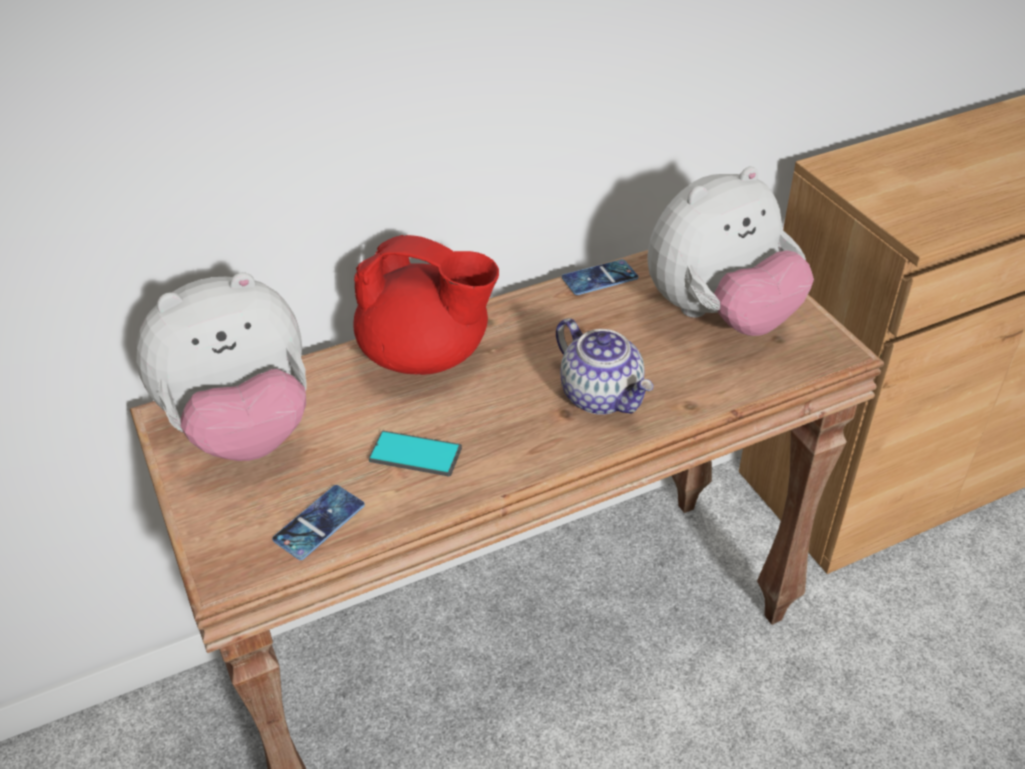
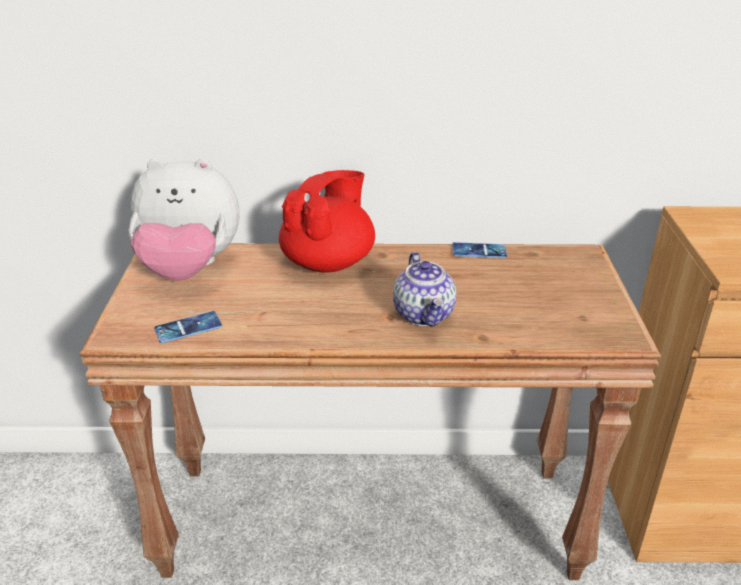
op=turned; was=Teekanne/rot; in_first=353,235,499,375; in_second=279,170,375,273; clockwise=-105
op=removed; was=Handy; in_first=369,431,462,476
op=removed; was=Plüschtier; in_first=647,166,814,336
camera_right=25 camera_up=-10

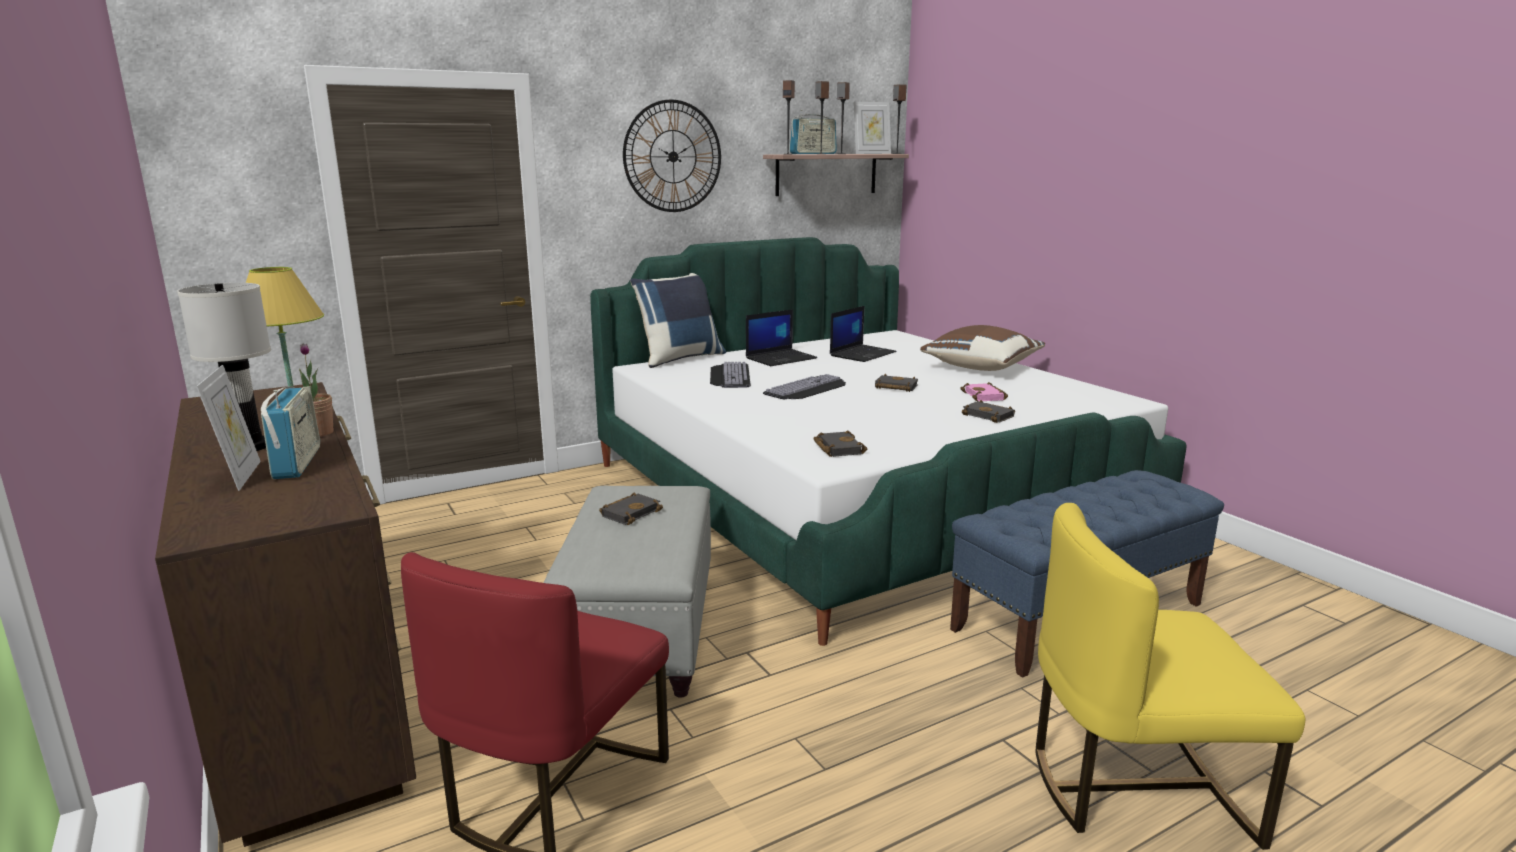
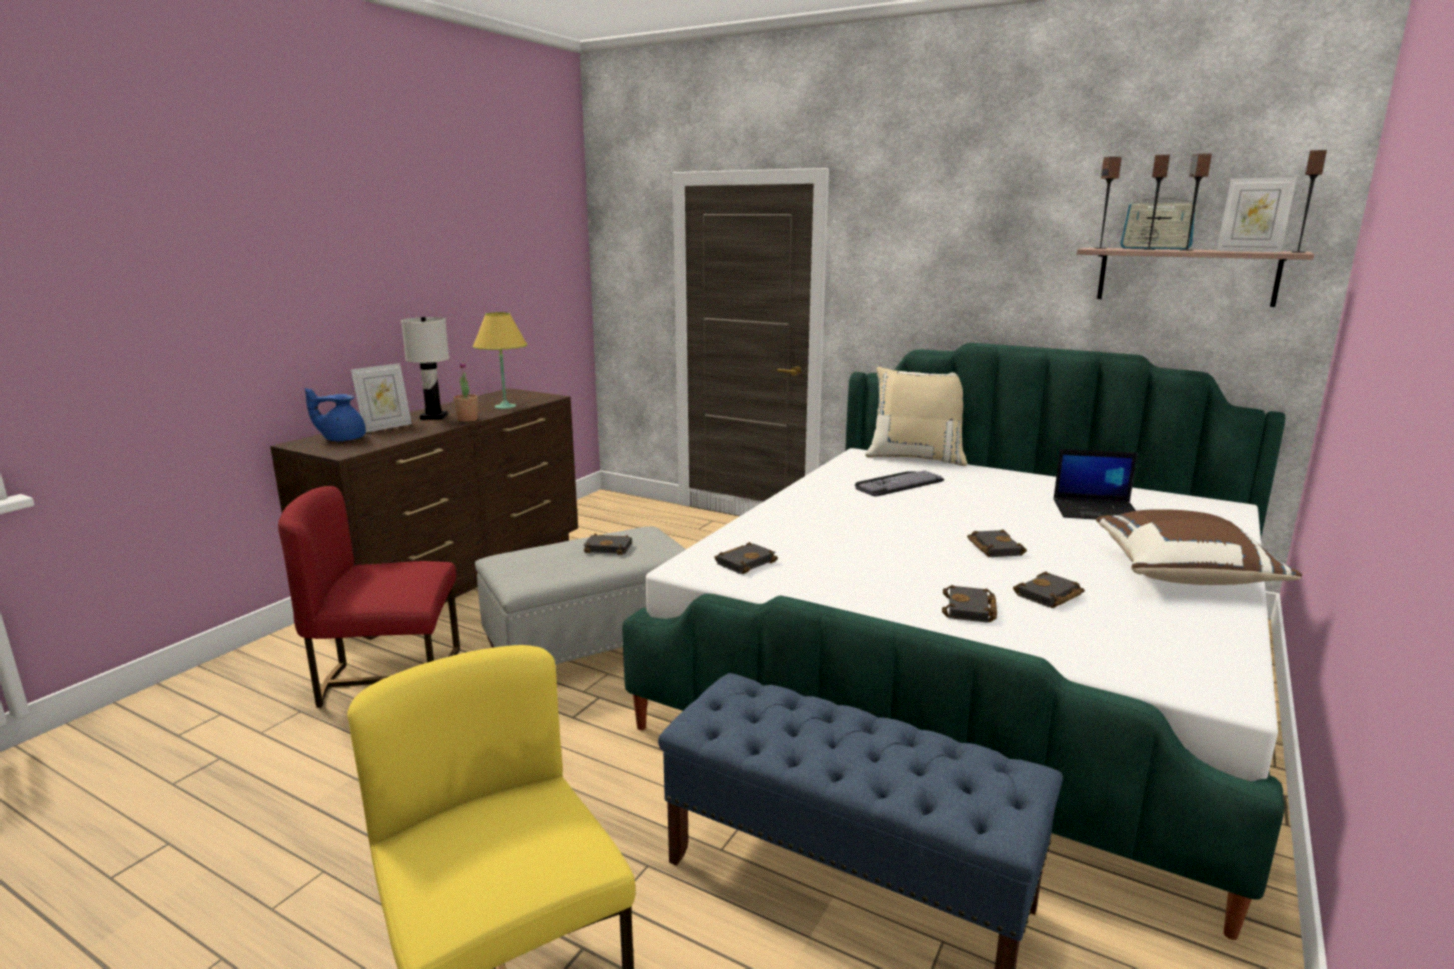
op=added; now=Teekanne/blau; in_second=305,388,366,442
op=recoloured; was=Kissen/blau; now=Kissen/beige; in_first=630,273,726,368; in_second=865,367,967,466
op=recoloured; was=Buch/rosa; now=Buch/schwarz; in_first=960,382,1008,402; in_second=1013,571,1085,608
op=removed; was=Radio; in_first=261,386,320,479
op=removed; was=Wanduhr; in_first=623,100,721,212
op=removed; was=Laptop; in_first=746,309,817,366
op=removed; was=Tastatur; in_first=763,374,846,399
camera_right=60 camera_up=0

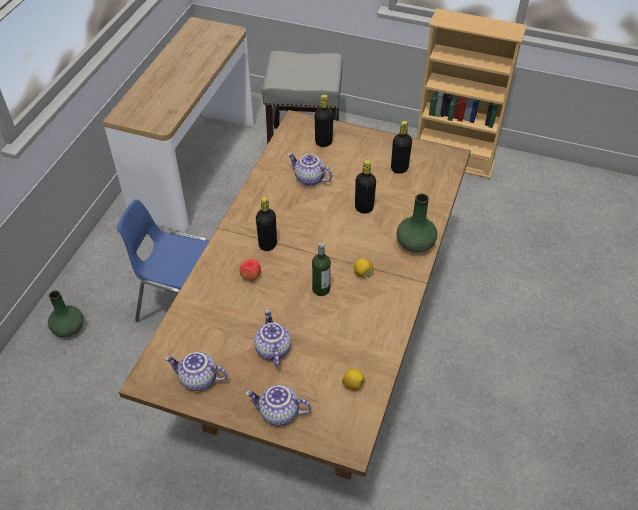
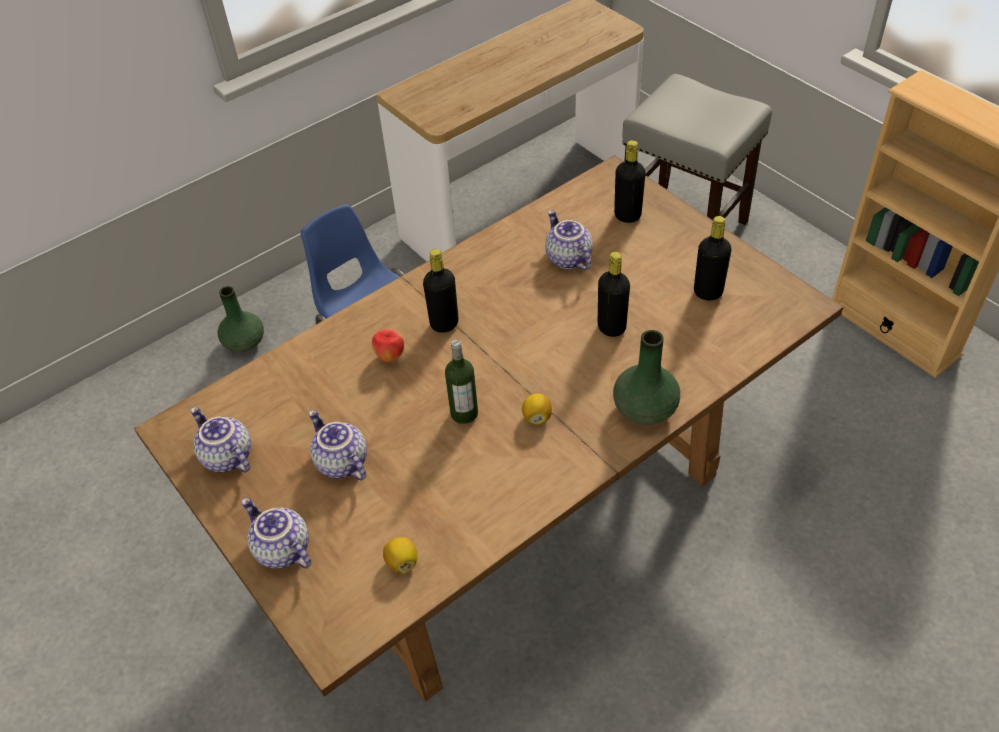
op=turned; was=Teekanne; in_first=254,309,291,367; in_second=308,410,367,481; clockwise=-60
camera_right=35 camera_up=0

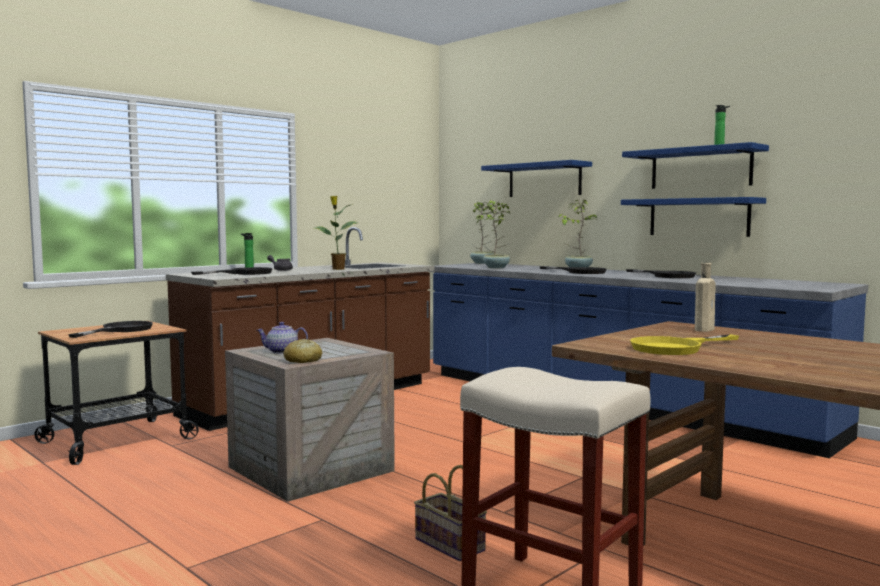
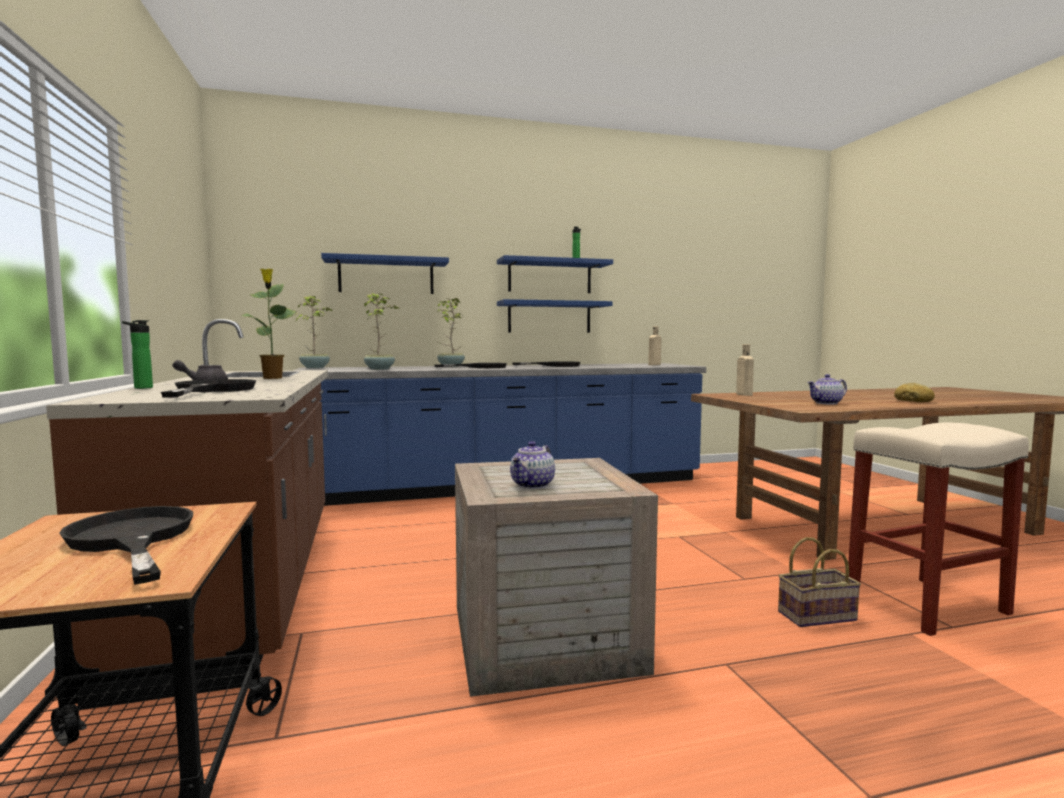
op=added; now=Flasche/beige; in_second=648,326,661,365
op=replaced; was=Pfanne/gelb; now=Teekanne; in_first=630,334,739,355; in_second=807,374,847,404
op=moved; was=Brot; in_first=284,339,322,363; in_second=894,383,935,402
camera_right=-60 camera_up=0

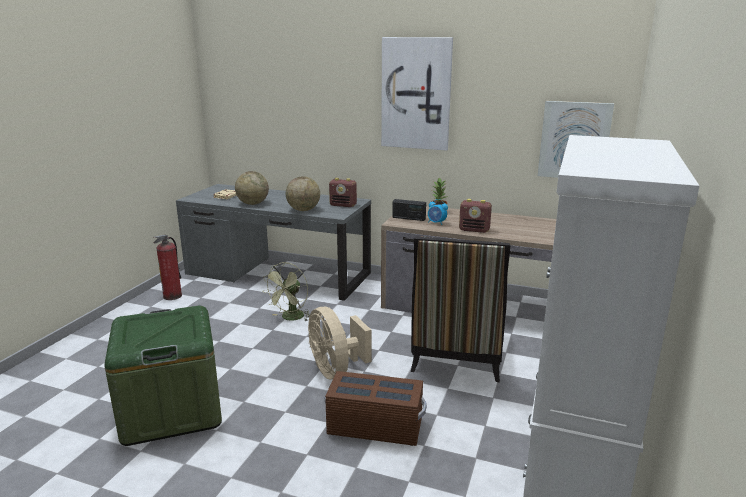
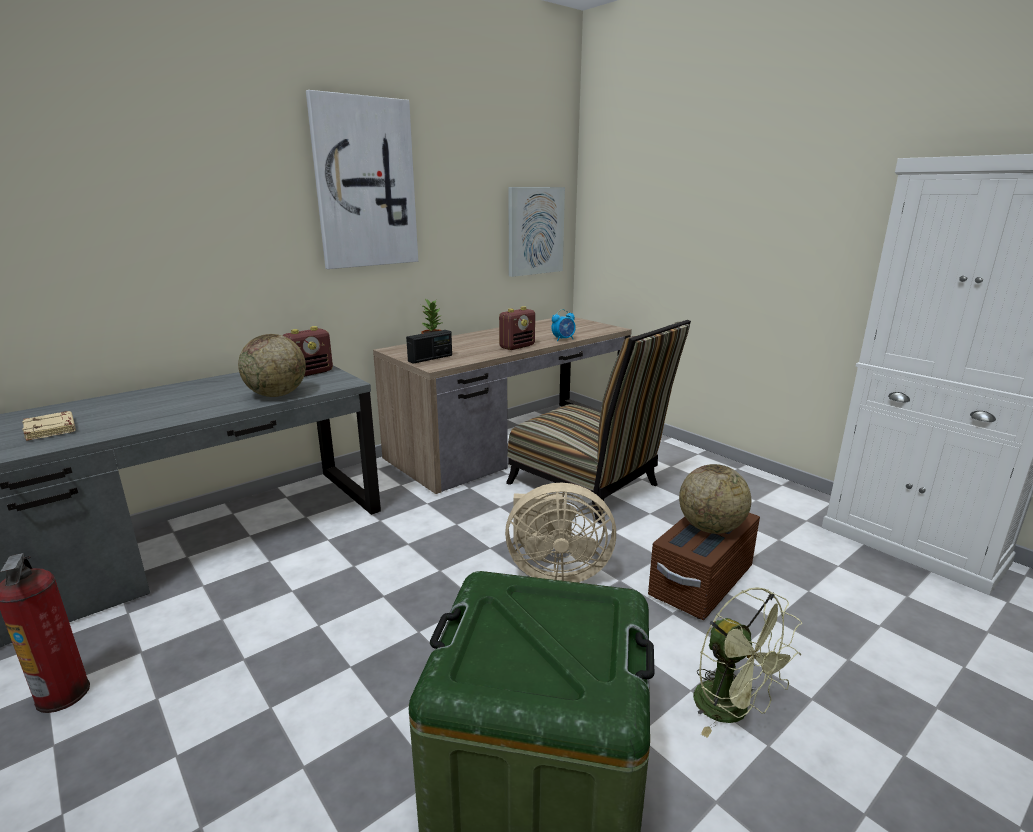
op=moved; was=Wecker; in_first=428,199,448,225; in_second=552,309,576,341
op=moved; was=Globus; in_first=235,171,269,205; in_second=679,464,751,534
op=moved; was=Ventilator/grün; in_first=263,262,310,321; in_second=693,587,802,738
camera_right=-60 camera_up=0

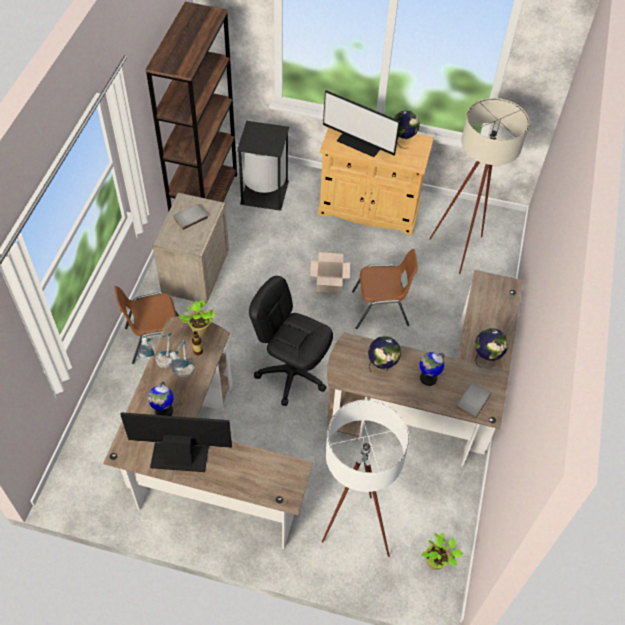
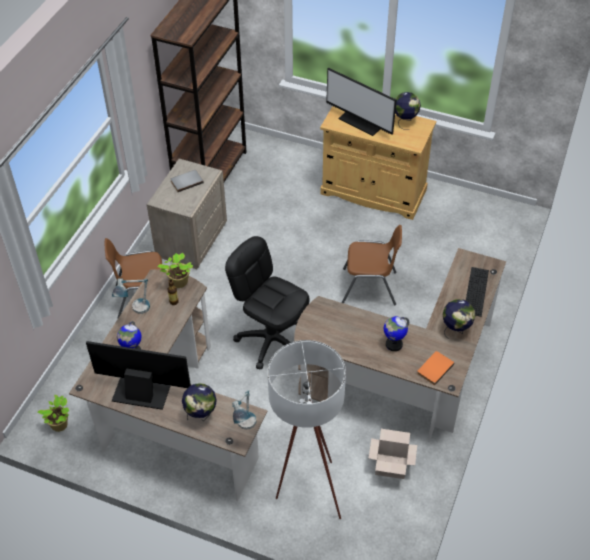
op=moved; was=Topfpflanze; in_first=421,533,463,570; in_second=38,395,69,432
op=moved; was=Globus; in_first=368,336,401,372; in_second=182,384,217,421
op=moved; was=Tischlampe; in_first=169,340,194,377; in_second=232,390,256,430
op=moved; was=Karton; in_first=310,252,350,293; in_second=369,429,417,479
op=recoloured; was=Buch/grau; now=Buch/orange; in_first=456,382,491,419; in_second=417,351,454,386
op=added; now=Tastatur; in_second=466,267,489,317
op=removed; was=Mülleimer/schwarz; in_first=237,121,289,211
op=removed; was=Stehlampe/beige; in_first=429,98,529,274
camera_right=10 camera_up=-5

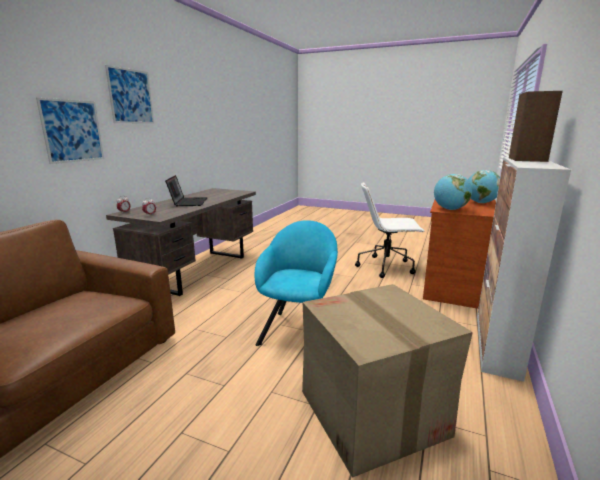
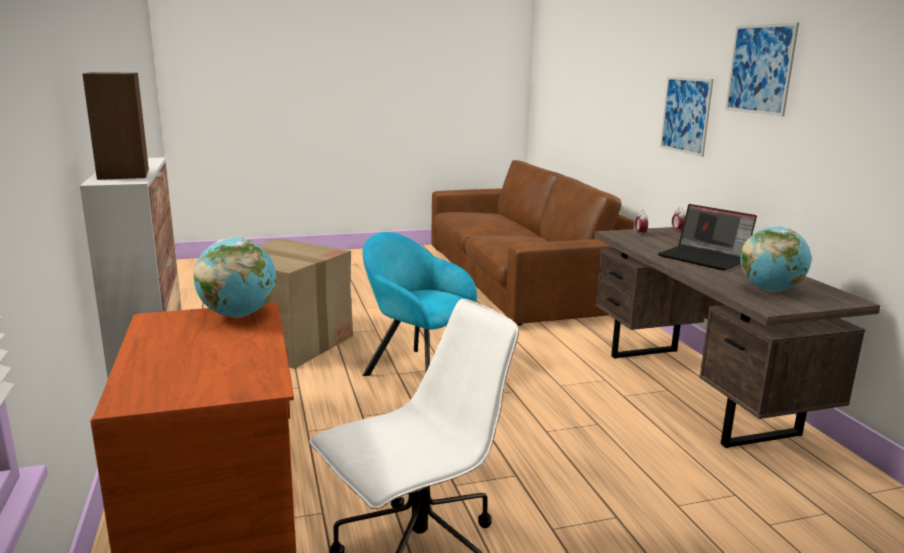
op=turned; was=Sessel/türkis; in_first=255,220,338,346; in_second=363,232,477,376; clockwise=150
op=moved; was=Globus; in_first=468,170,500,203; in_second=740,226,811,292
camera_right=140 camera_up=0

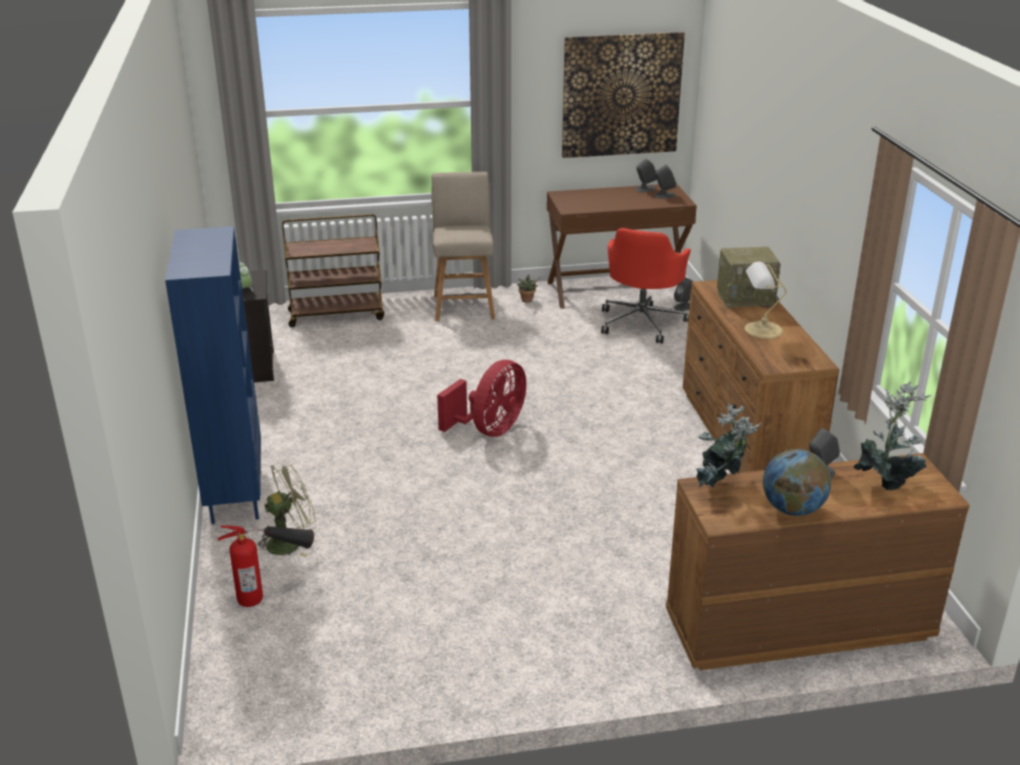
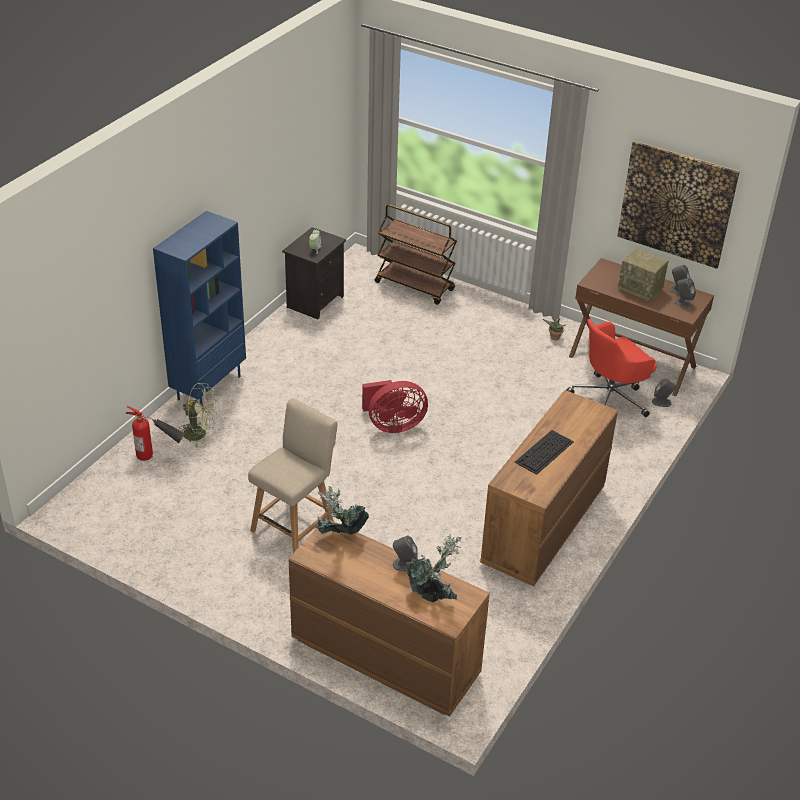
op=moved; was=Stuhl/beige; in_first=432,172,495,321; in_second=248,398,337,553
op=replaced; was=Tischlampe; now=Tastatur; in_first=745,261,786,339; in_second=514,430,574,475
op=moved; was=Radio; in_first=717,247,781,309; in_second=618,249,668,302
op=removed; was=Globus; in_first=763,449,831,516
camera_right=40 camera_up=10

